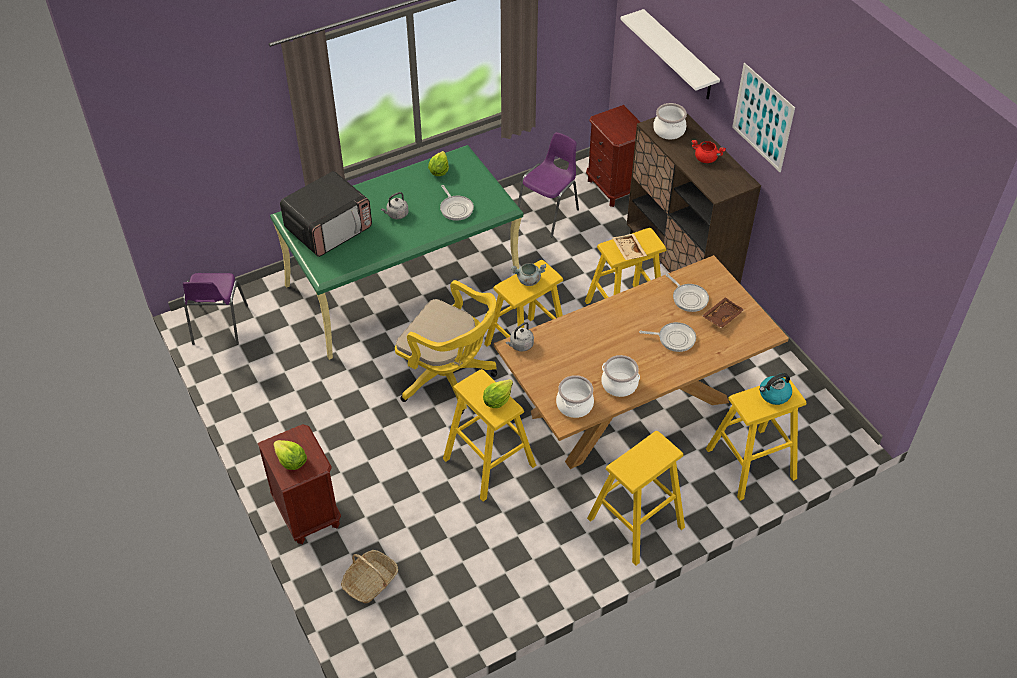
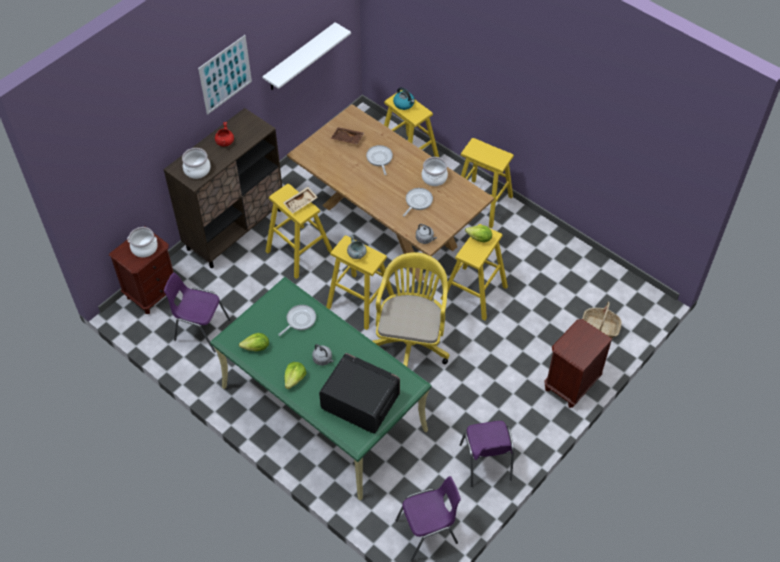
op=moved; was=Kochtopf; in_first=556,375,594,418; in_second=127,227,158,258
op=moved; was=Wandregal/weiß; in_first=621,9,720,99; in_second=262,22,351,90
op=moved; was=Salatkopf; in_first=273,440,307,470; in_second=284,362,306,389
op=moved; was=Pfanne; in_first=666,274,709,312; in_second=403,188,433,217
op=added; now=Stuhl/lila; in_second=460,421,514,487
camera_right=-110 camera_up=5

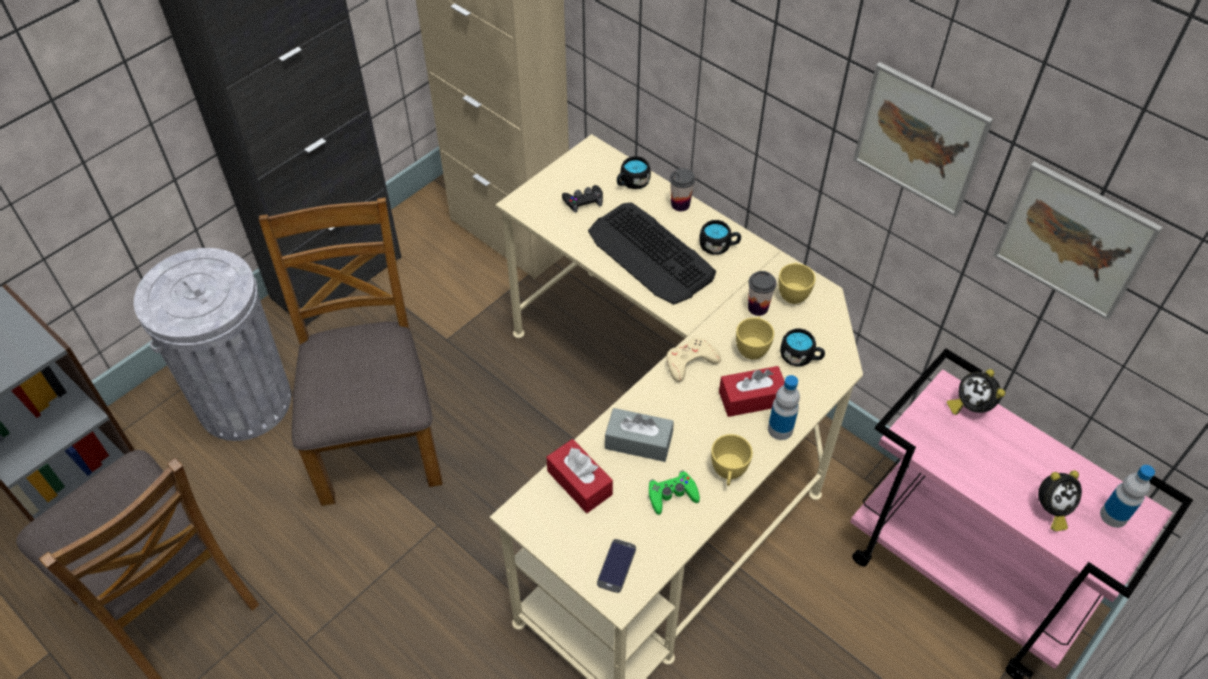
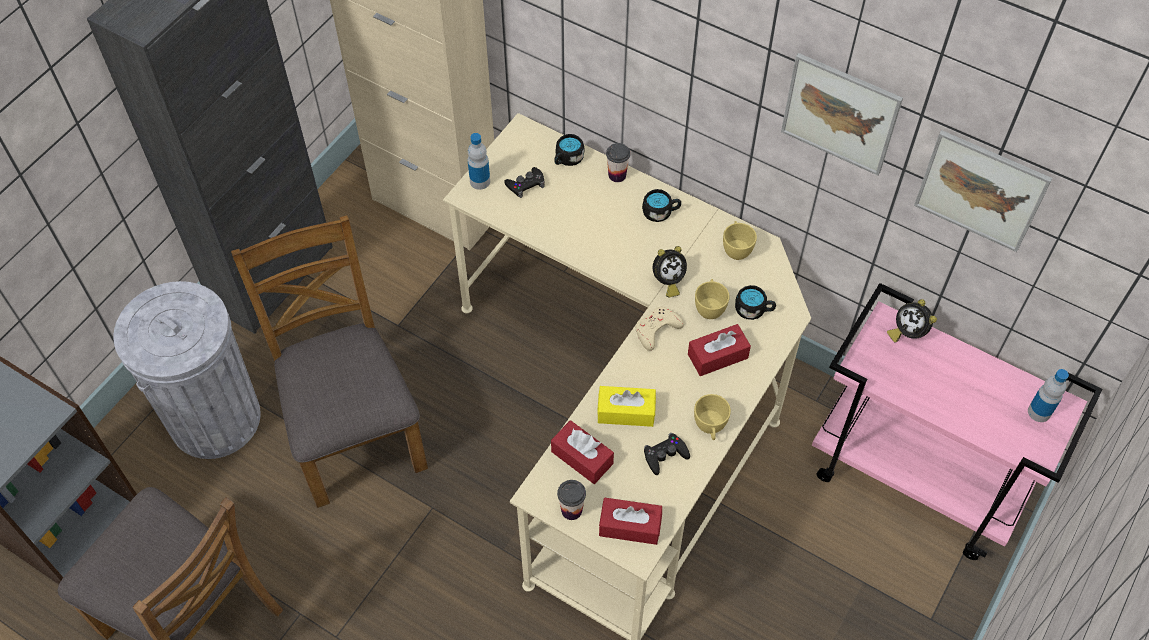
op=moved; was=Flasche; in_first=768,375,800,440; in_second=468,133,490,190
op=moved; was=Tasse; in_first=748,271,777,316; in_second=557,480,586,520
op=recoloured; was=Taschentuchbox/grau; now=Taschentuchbox/gelb; in_first=605,408,674,462; in_second=597,386,656,427
op=replaced; was=Handy; now=Taschentuchbox/rot; in_first=597,539,636,593; in_second=599,498,662,545
op=recoloured; was=Gamepad/grün; now=Gamepad/schwarz; in_first=649,471,700,515; in_second=644,433,690,475
op=moved; was=Wecker; in_first=1038,470,1082,531; in_second=653,246,687,297
op=removed; was=Tastatur; in_first=588,202,716,304
camera_right=-10 camera_up=5

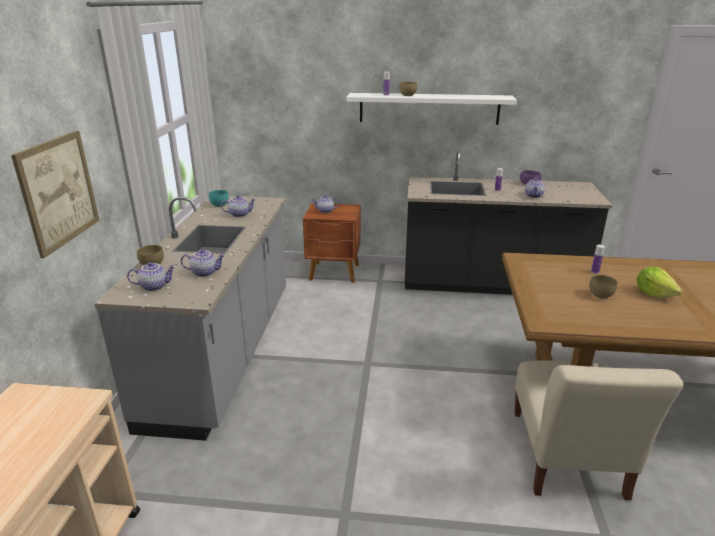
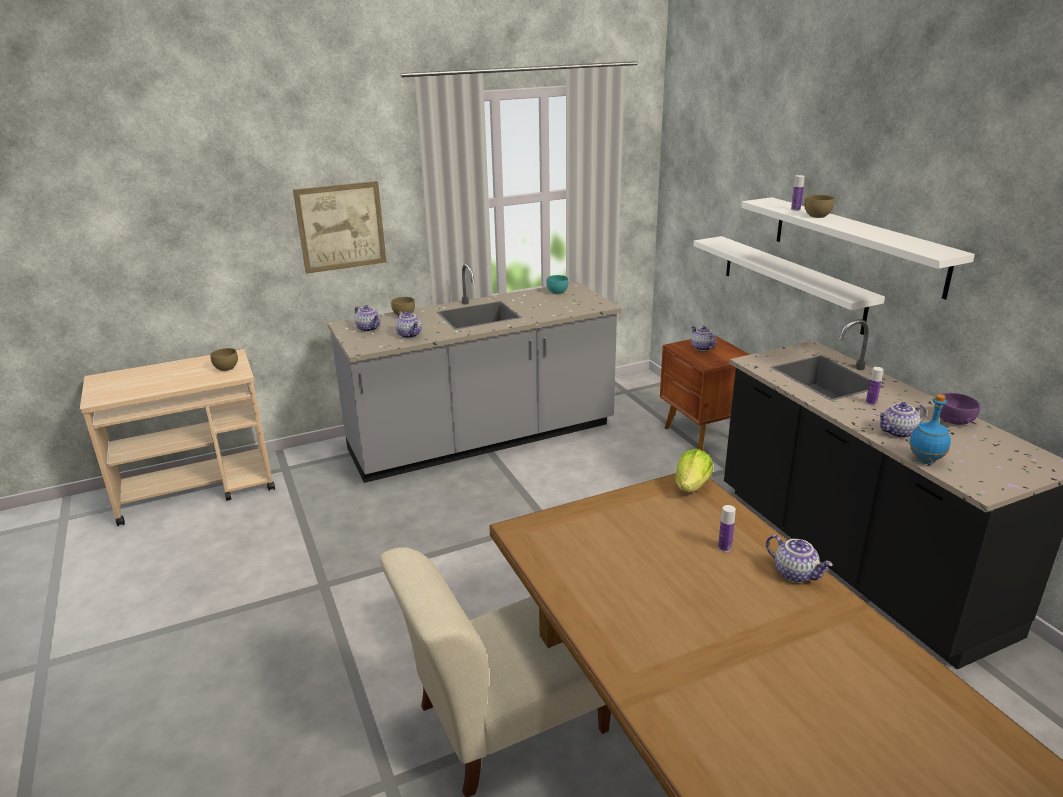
op=moved; was=Schüssel/braun; in_first=589,275,618,299; in_second=210,348,238,371
op=moved; was=Salatkopf; in_first=637,266,683,298; in_second=675,449,713,492
op=added; now=Wandregal/weiß; in_second=693,236,885,335
op=moved; was=Teekanne; in_first=221,195,256,217; in_second=766,535,833,583
op=added; now=Flasche/blau; in_second=909,394,951,464
camera_right=60 camera_up=0

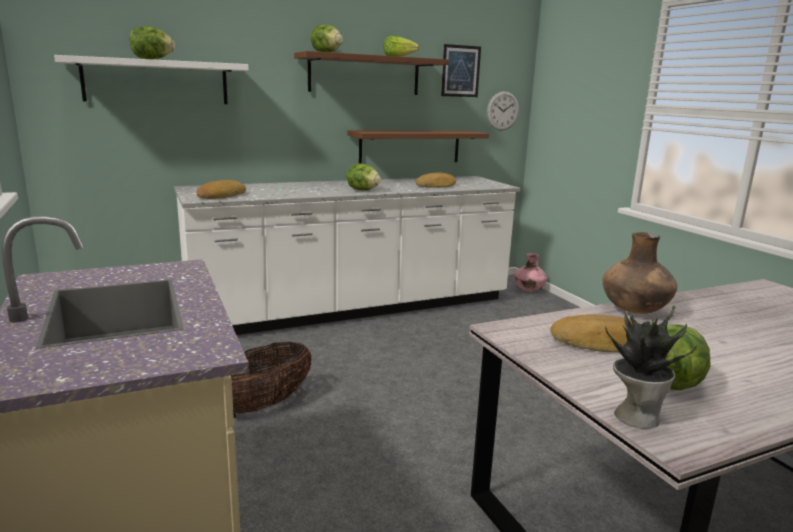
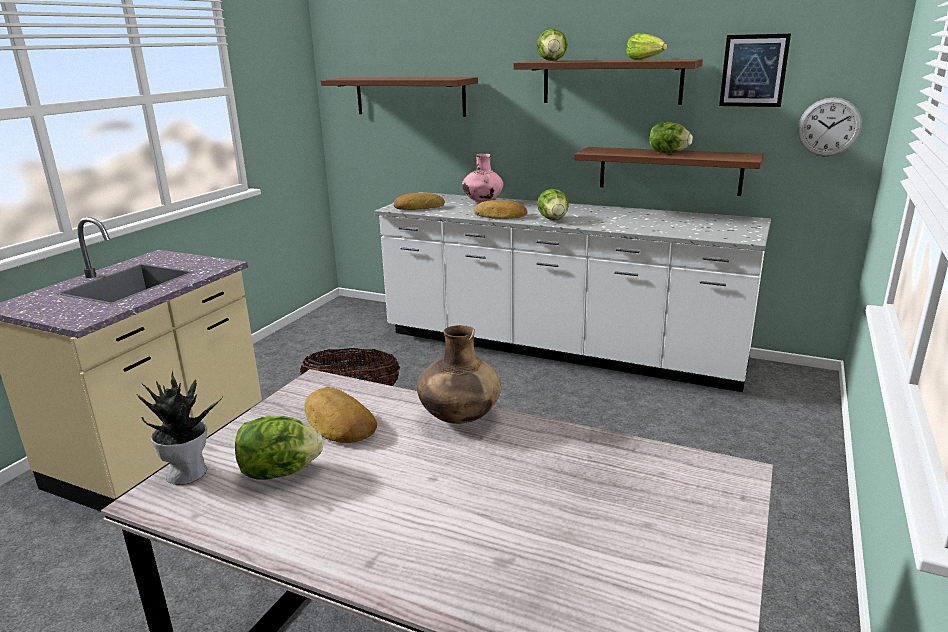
op=recoloured; was=Wandregal/weiß; now=Wandregal/braun; in_first=54,55,249,104; in_second=321,77,478,117
op=moved; was=Vase/rosa; in_first=514,253,547,291; in_second=462,154,503,202
op=moved; was=Brot; in_first=415,172,456,188; in_second=474,200,527,219
op=moved; was=Salatkopf; in_first=130,26,175,59; in_second=650,122,693,153
camera_right=50 camera_up=5

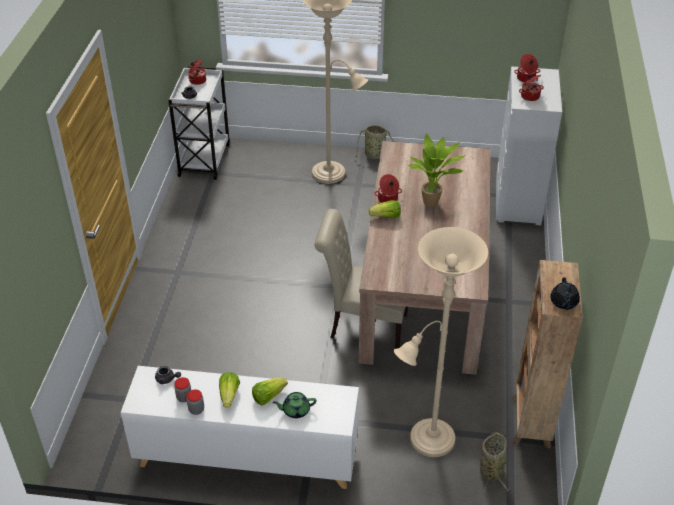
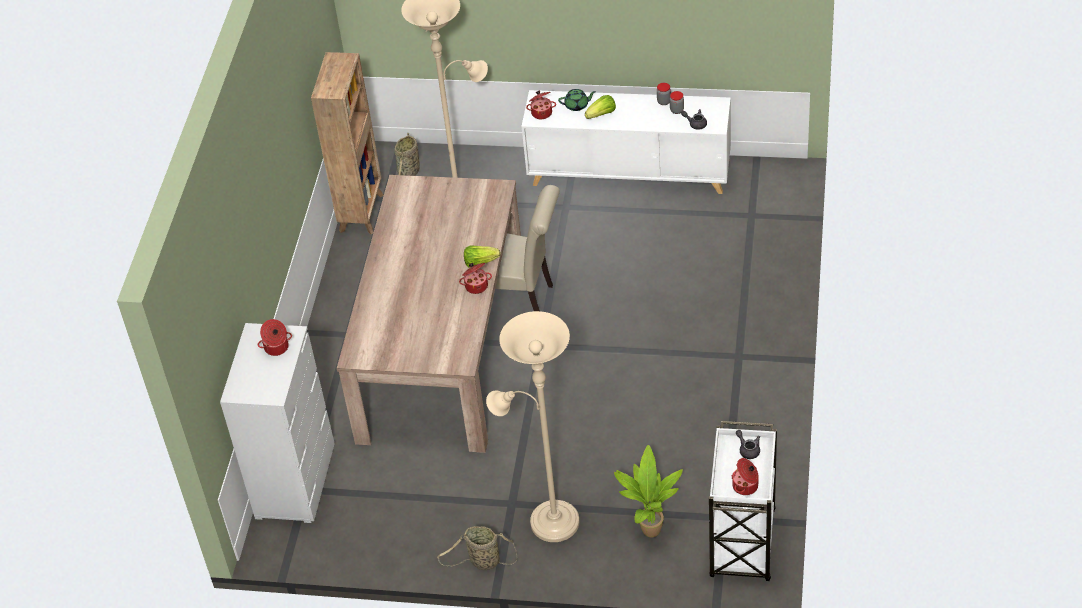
op=moved; was=Kochtopf; in_first=514,54,540,82; in_second=526,91,556,119
op=moved; was=Topfpflanze; in_first=408,133,465,207; in_second=614,445,683,538
op=removed; was=Salatkopf; in_first=219,372,240,408
op=removed; was=Teekanne/schwarz; in_first=550,277,580,310
camera_right=-175 camera_up=5

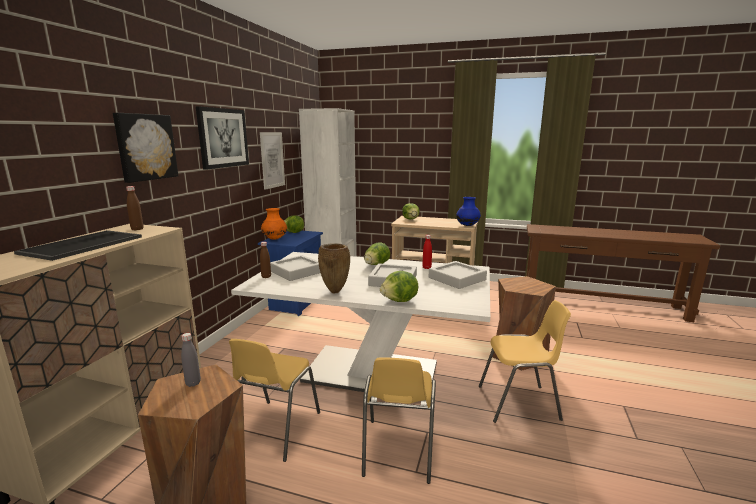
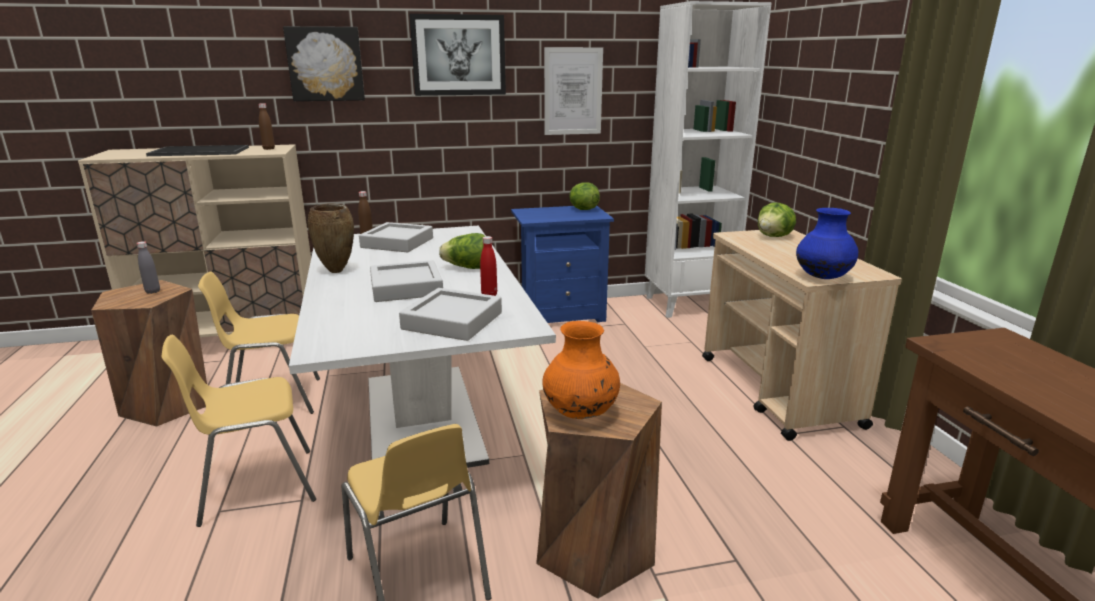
op=moved; was=Vase/orange; in_first=261,208,287,240; in_second=542,321,620,419
op=removed; was=Salatkopf; in_first=380,271,418,302
camera_right=60 camera_up=5

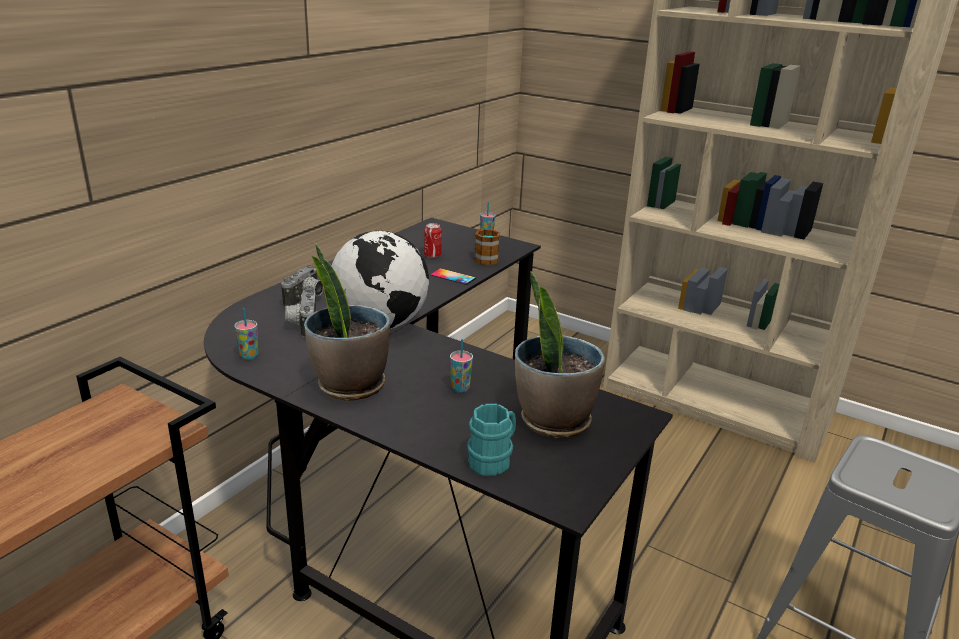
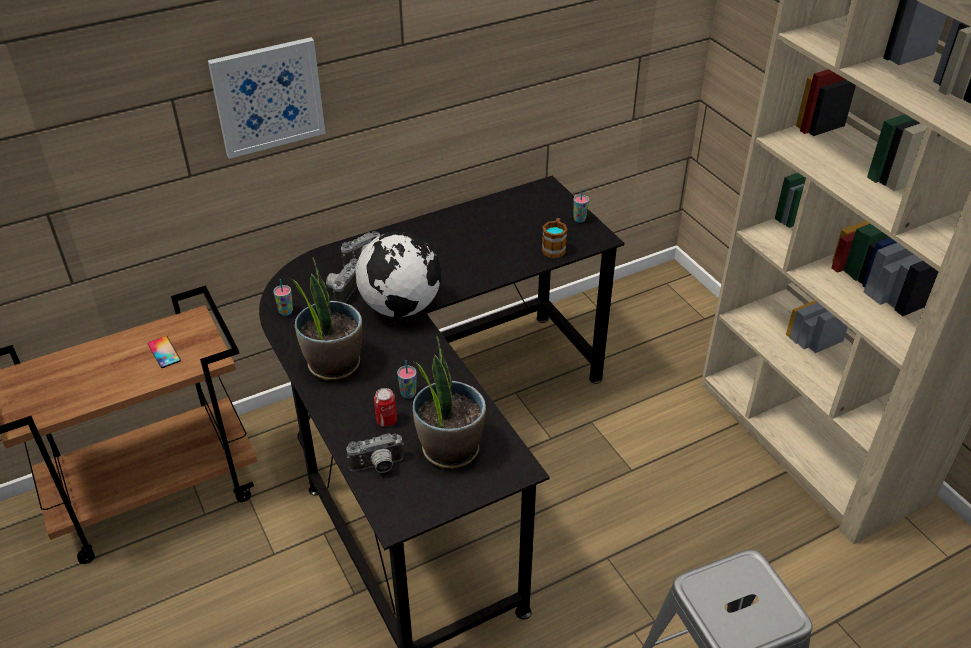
op=moved; was=Handy; in_first=431,268,476,285; in_second=148,336,181,368
op=added; now=Bild; in_second=208,37,326,159
op=replaced; was=Henkelbecher/türkis; now=Kamera; in_first=467,404,516,476; in_second=346,433,404,473
op=moved; was=Dose; in_first=424,223,442,258; in_second=374,388,397,427
camera_right=30 camera_up=15

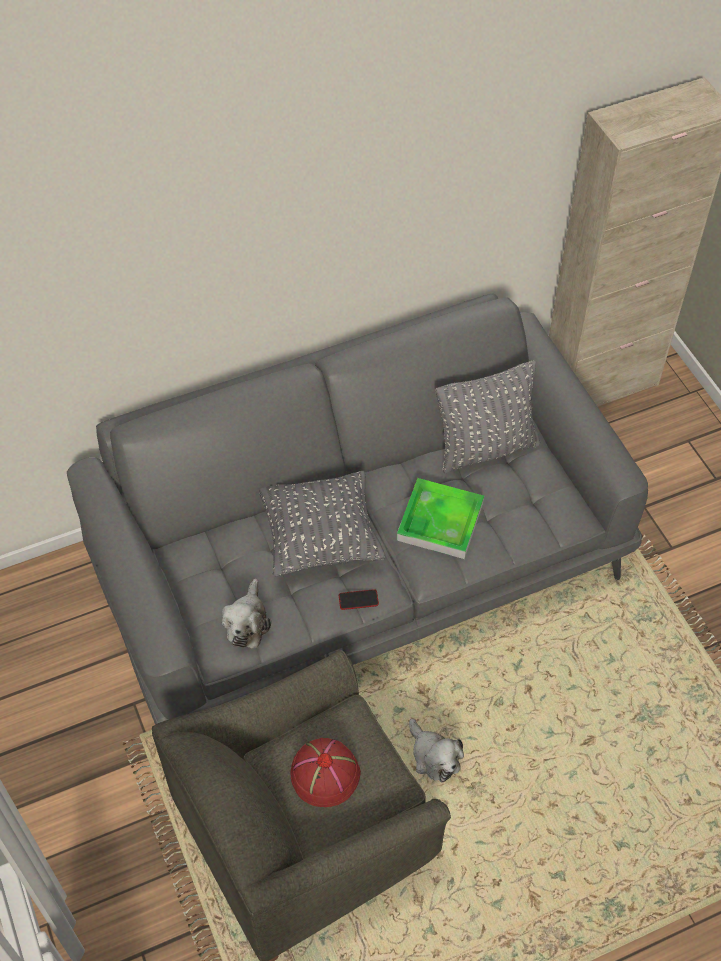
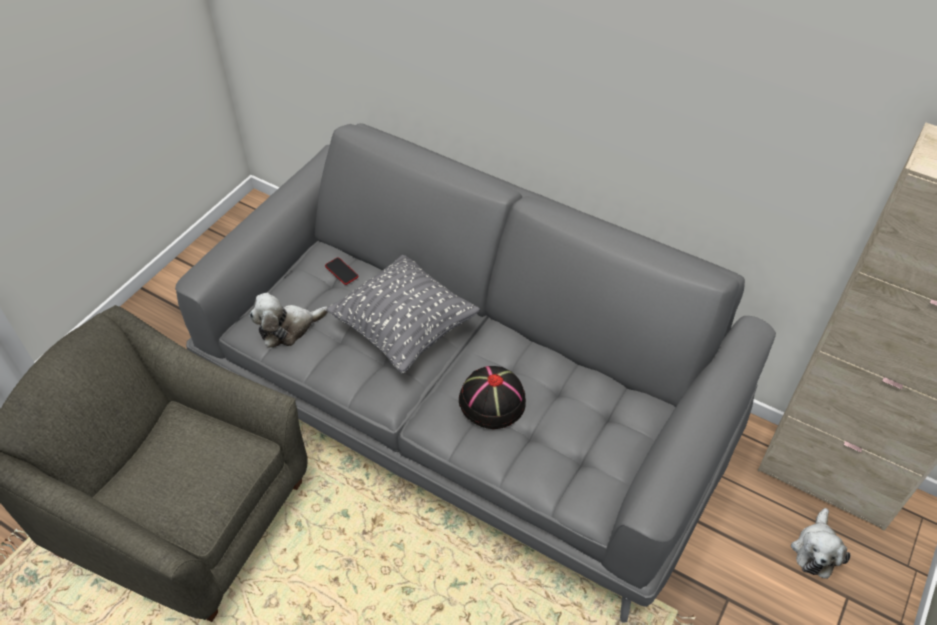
op=moved; was=Handy; in_first=339,589,379,610; in_second=325,257,359,285
op=replaced; was=Tablett; now=Hut/schwarz; in_first=397,478,484,559; in_second=459,366,526,429
op=moved; was=Plüschtier; in_first=409,719,464,783; in_second=791,508,851,579
op=removed; was=Hut/rot; in_first=291,738,361,807
op=removed; was=Kissen/grau; in_first=435,360,540,474
camera_right=55 camera_up=-5

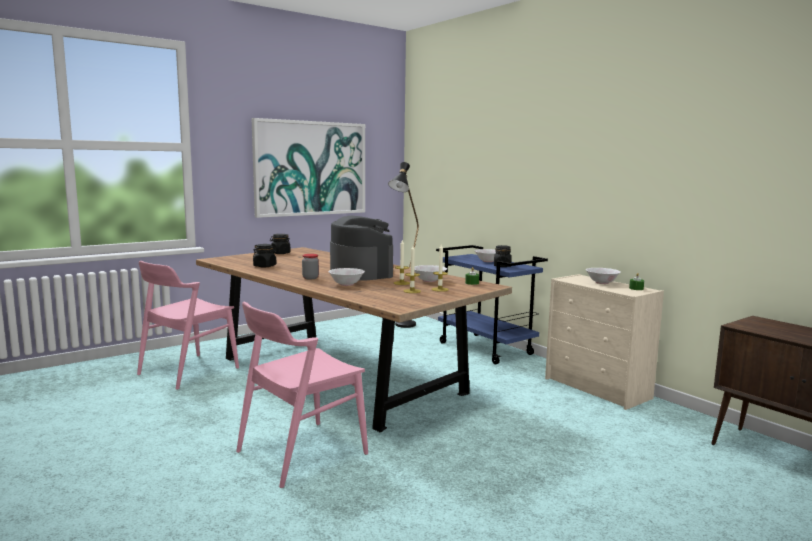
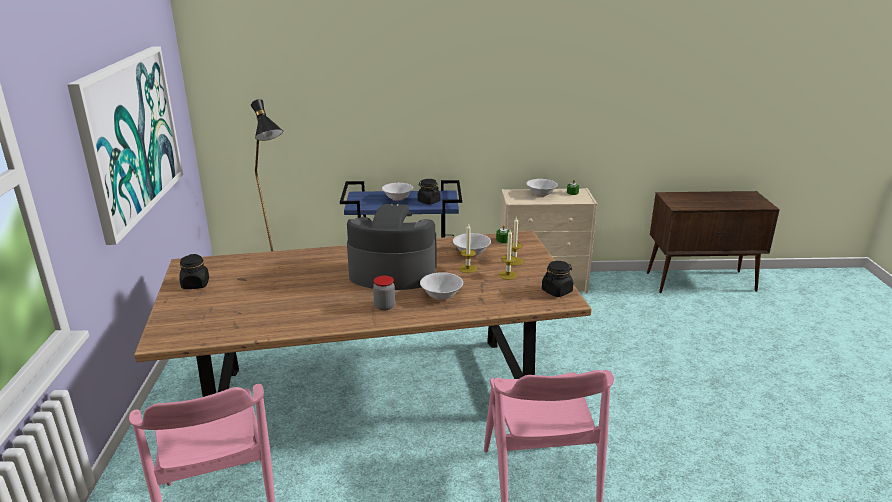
op=moved; was=Vorratsglas/schwarz; in_first=253,244,277,267; in_second=542,261,573,297
camera_right=-55 camera_up=15

